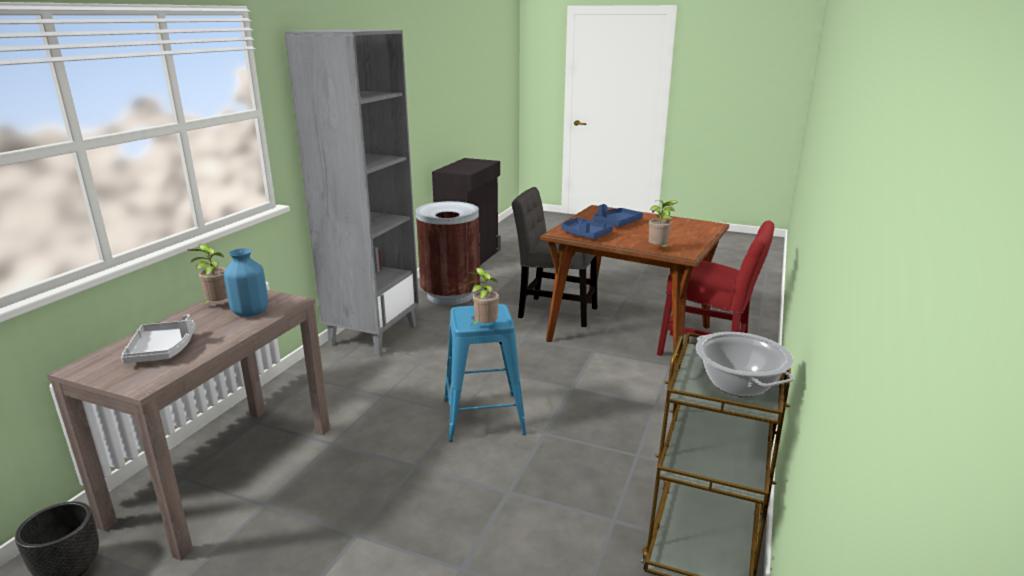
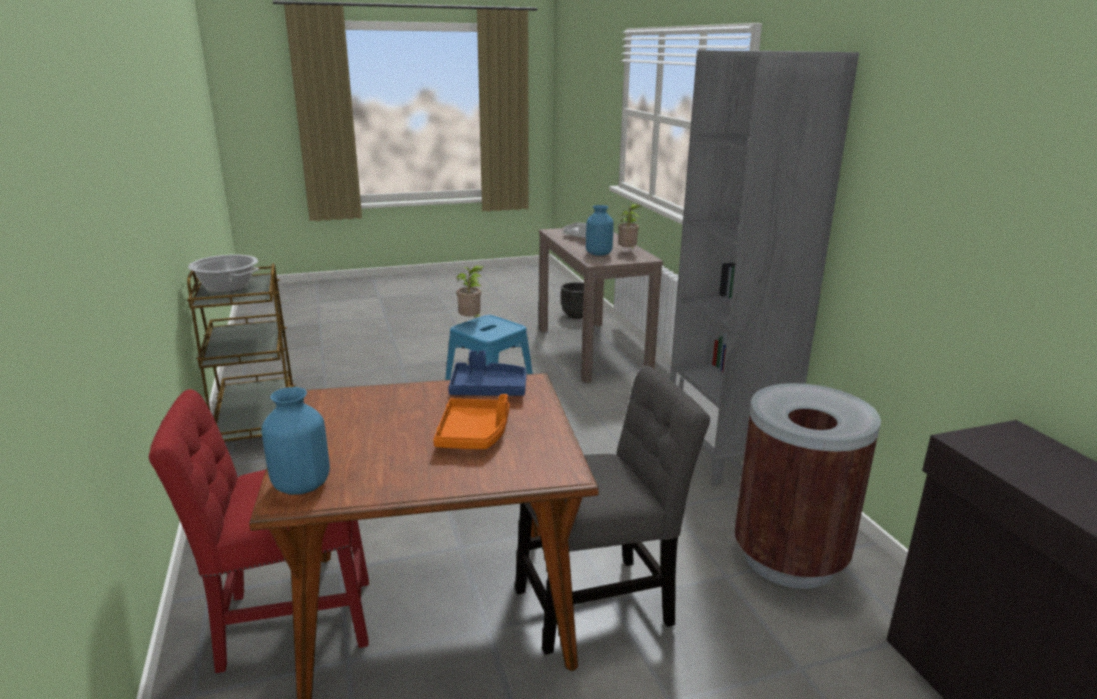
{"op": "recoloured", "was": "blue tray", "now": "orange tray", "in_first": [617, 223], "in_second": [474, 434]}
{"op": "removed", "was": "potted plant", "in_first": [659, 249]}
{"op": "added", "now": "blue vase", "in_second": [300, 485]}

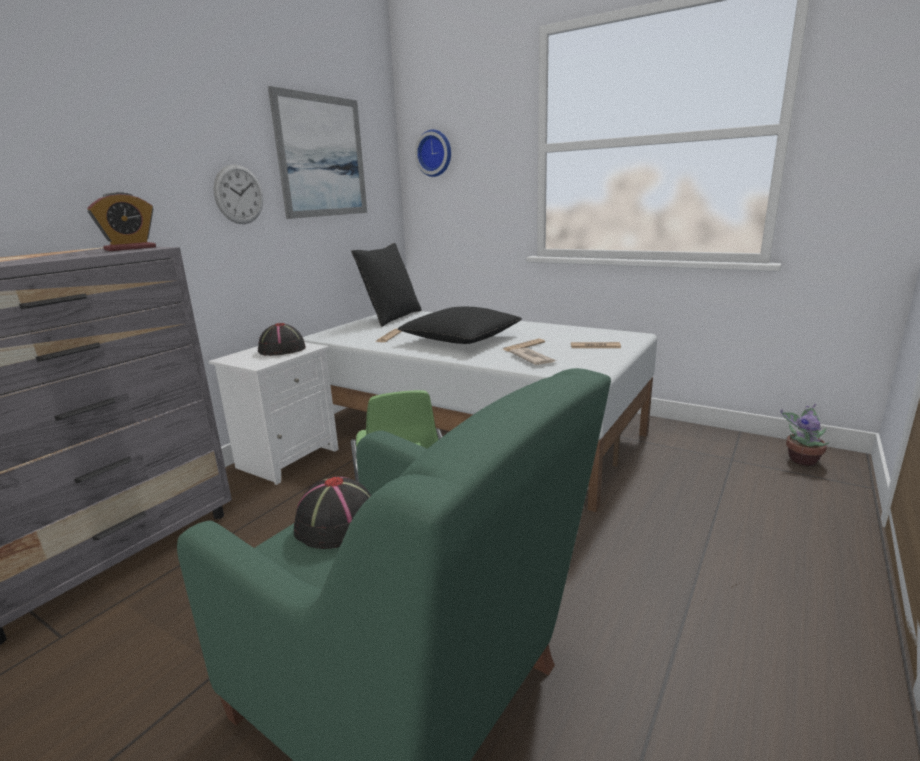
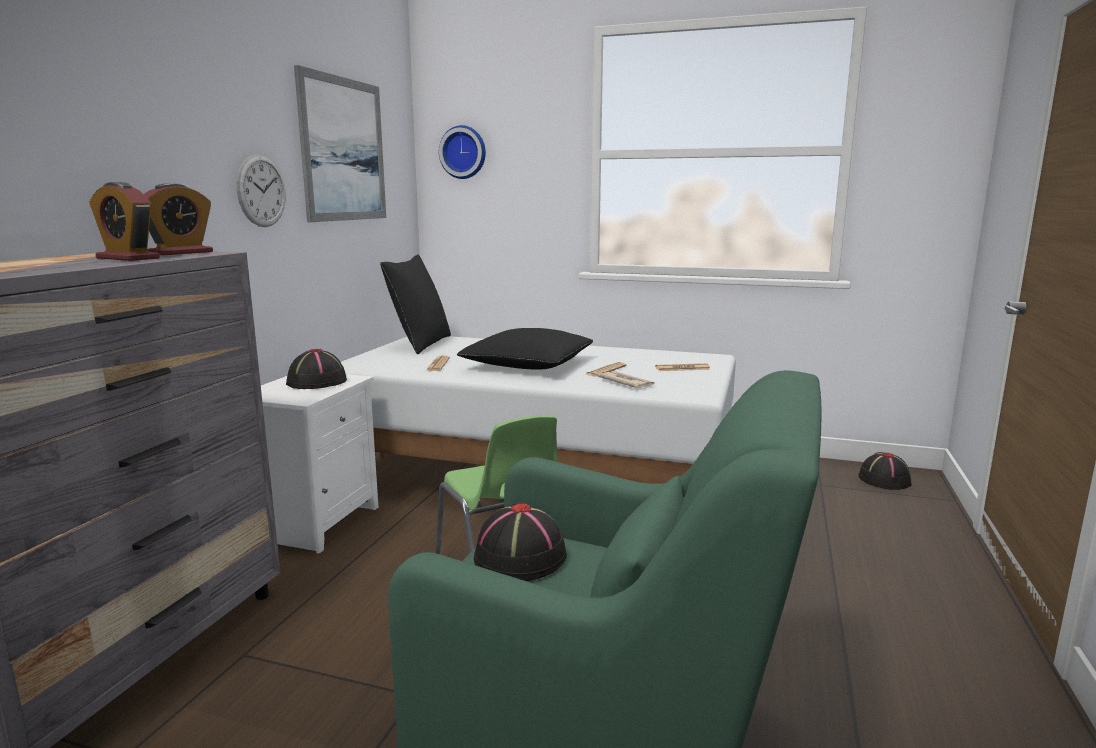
{"op": "replaced", "was": "potted plant", "now": "black hat", "in_first": [801, 459], "in_second": [883, 479]}
{"op": "added", "now": "alarm clock", "in_second": [128, 258]}

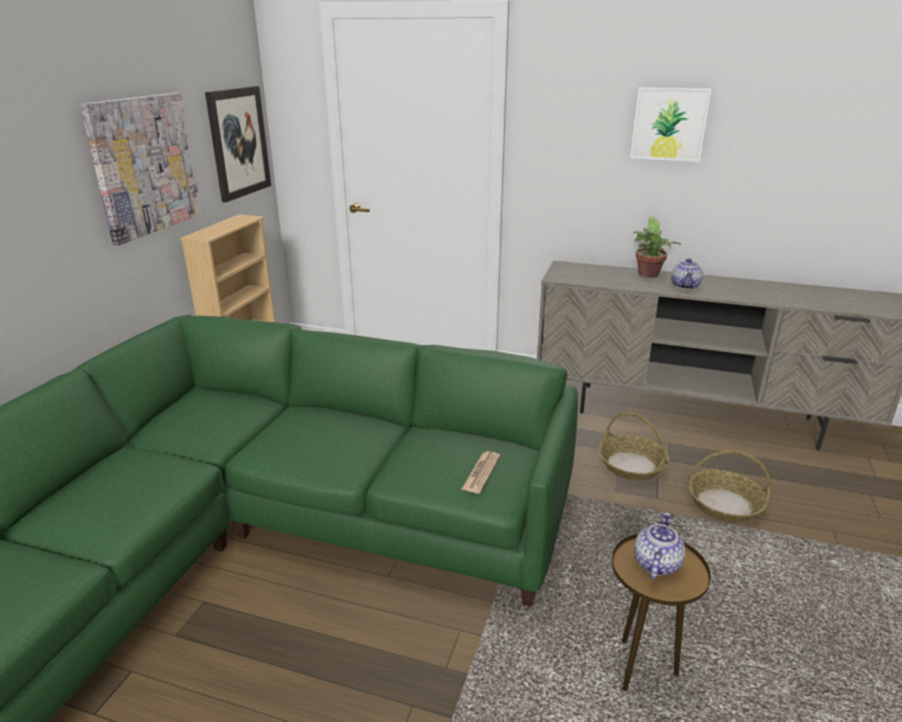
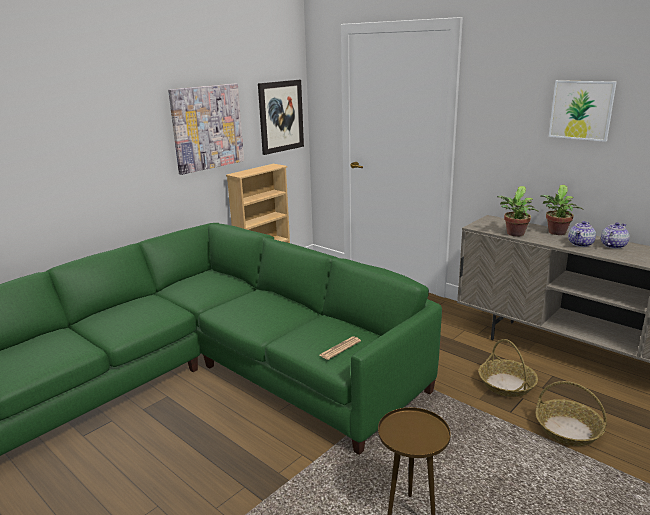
{"op": "moved", "was": "teapot", "in_first": [656, 564], "in_second": [612, 246]}
{"op": "added", "now": "potted plant", "in_second": [514, 234]}

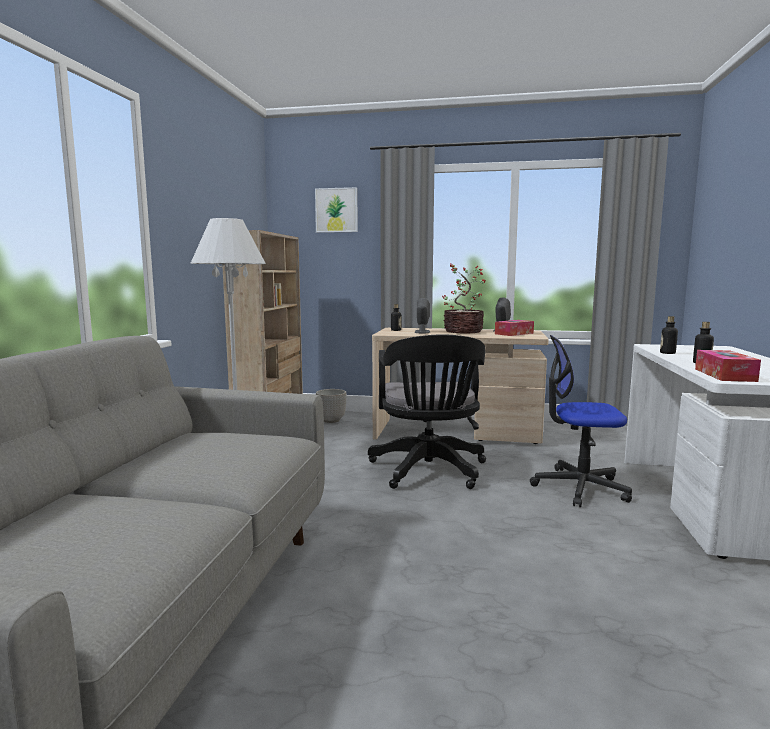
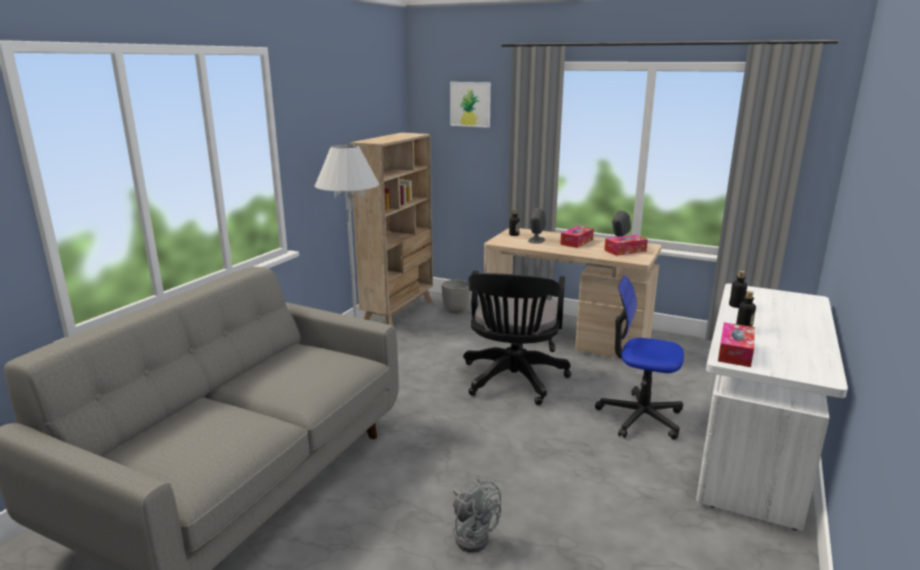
{"op": "replaced", "was": "potted plant", "now": "tissue box", "in_first": [462, 331], "in_second": [576, 242]}
{"op": "added", "now": "grey fan", "in_second": [472, 535]}

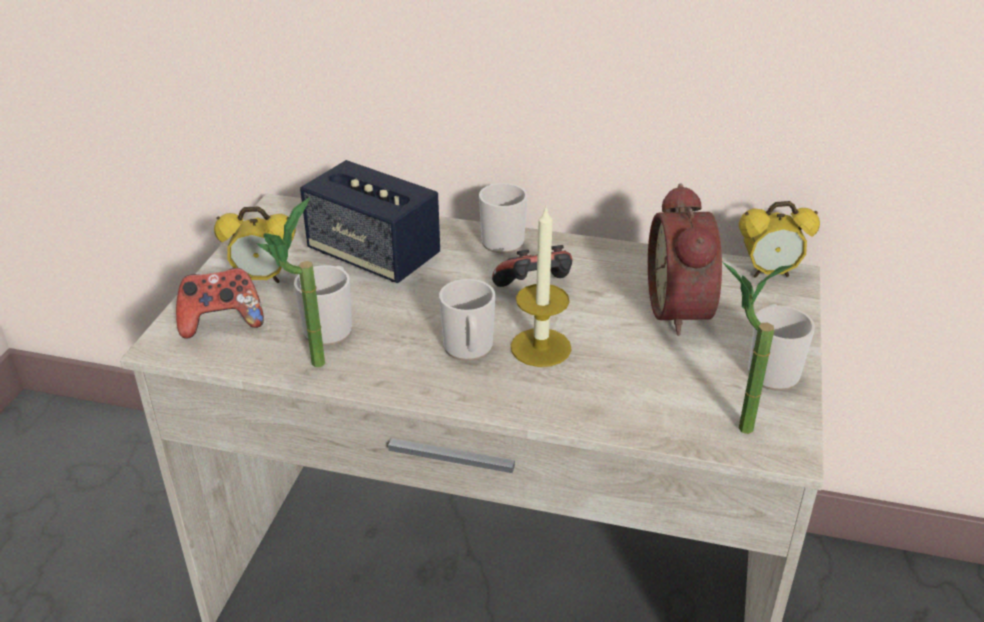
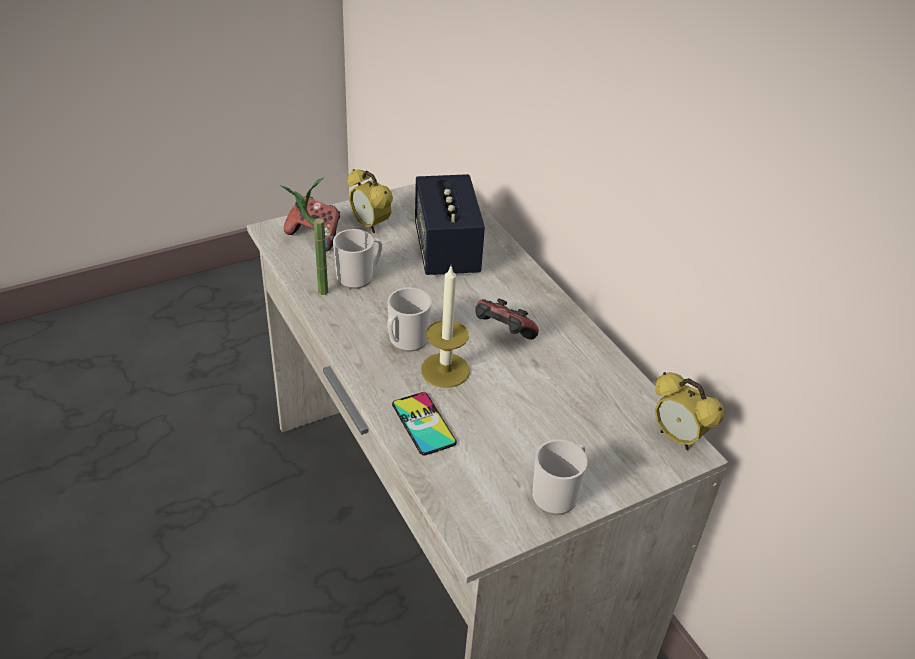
{"op": "removed", "was": "mug", "in_first": [504, 239]}
{"op": "removed", "was": "alarm clock", "in_first": [684, 309]}
{"op": "removed", "was": "potted plant", "in_first": [730, 423]}
{"op": "added", "now": "phone", "in_second": [423, 424]}

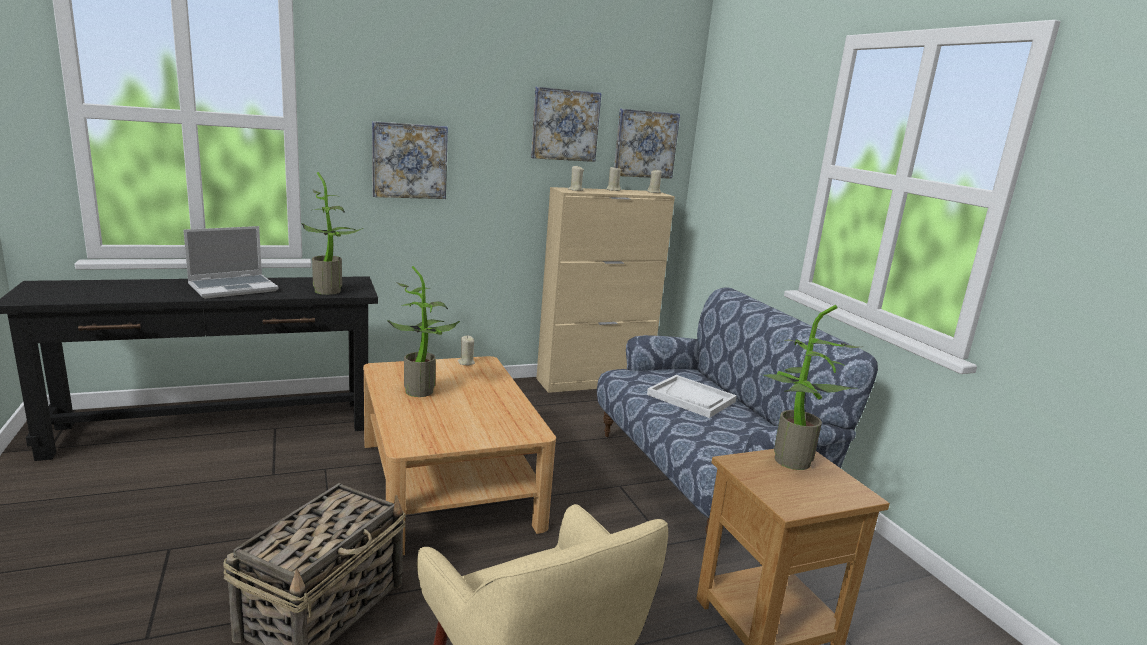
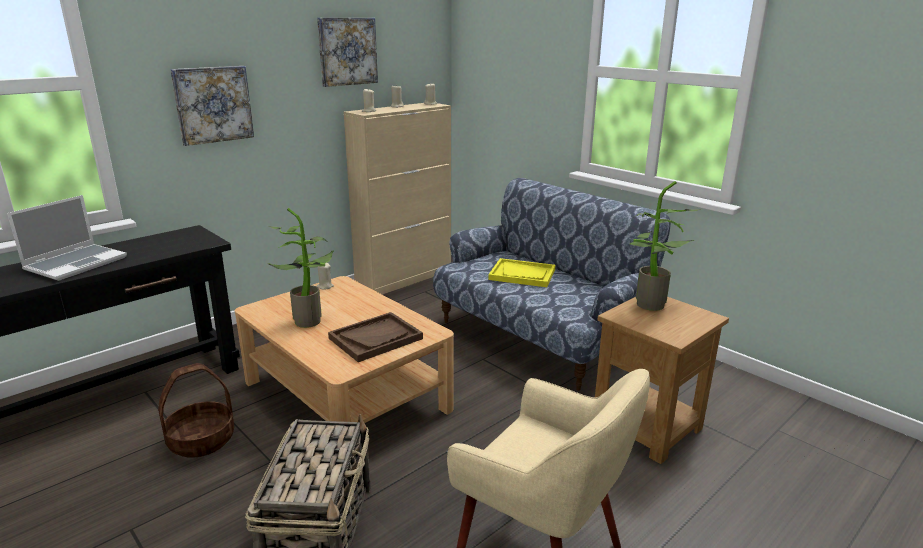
{"op": "removed", "was": "potted plant", "in_first": [332, 290]}
{"op": "removed", "was": "picture", "in_first": [645, 144]}
{"op": "recoloured", "was": "white tray", "now": "yellow tray", "in_first": [691, 398], "in_second": [522, 274]}
{"op": "added", "now": "basket", "in_second": [202, 440]}
{"op": "added", "now": "brown tray", "in_second": [375, 338]}

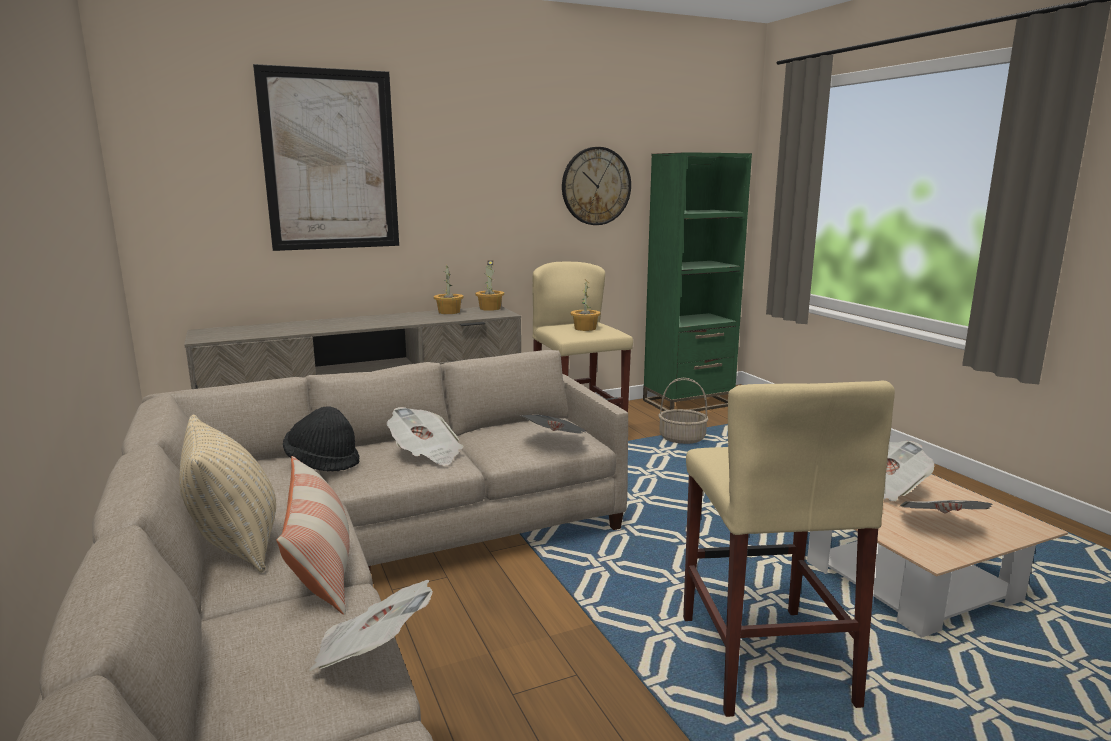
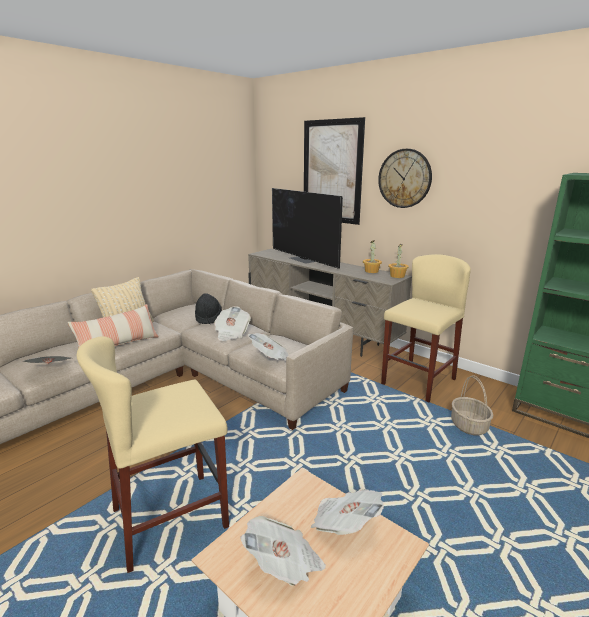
{"op": "moved", "was": "wall clock", "in_first": [596, 186], "in_second": [404, 178]}
{"op": "removed", "was": "potted plant", "in_first": [584, 328]}
{"op": "added", "now": "television", "in_second": [303, 259]}

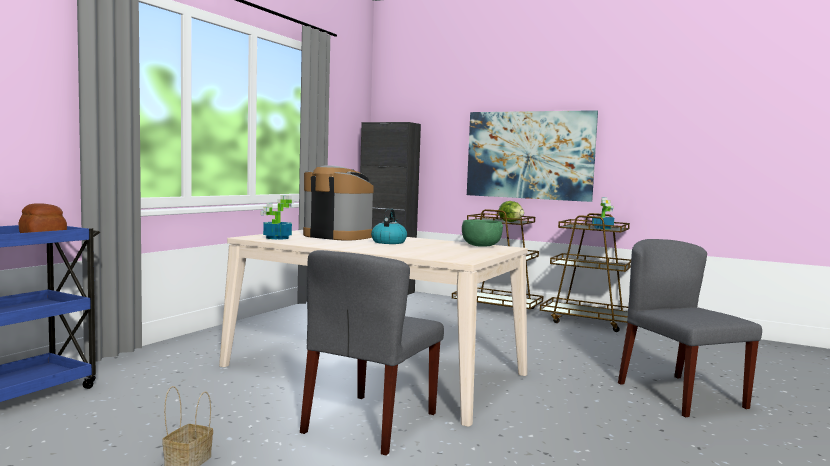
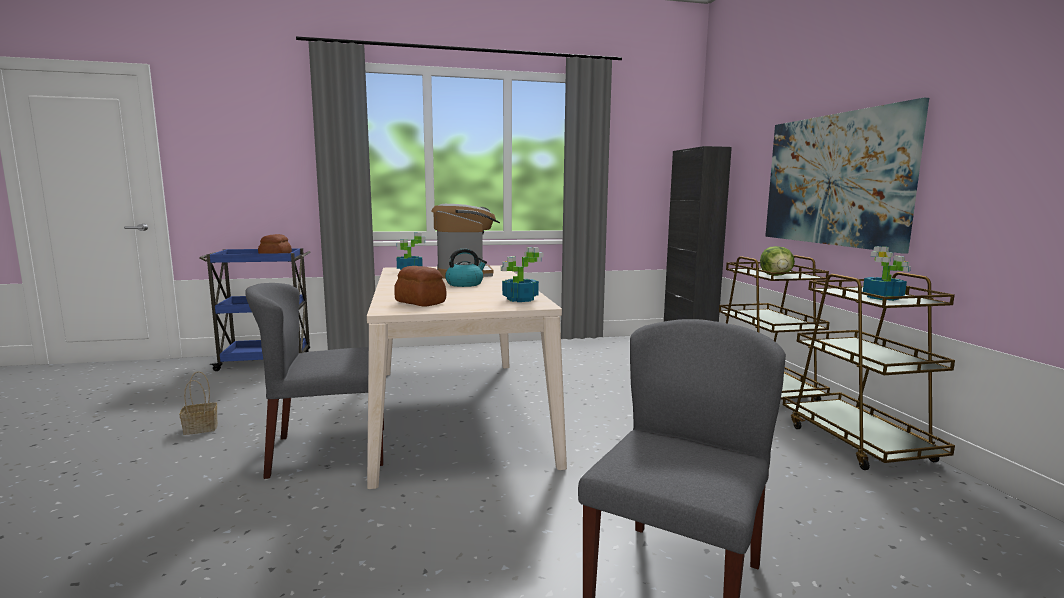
{"op": "replaced", "was": "green bowl", "now": "potted plant", "in_first": [481, 246], "in_second": [519, 299]}
{"op": "added", "now": "bread", "in_second": [420, 302]}

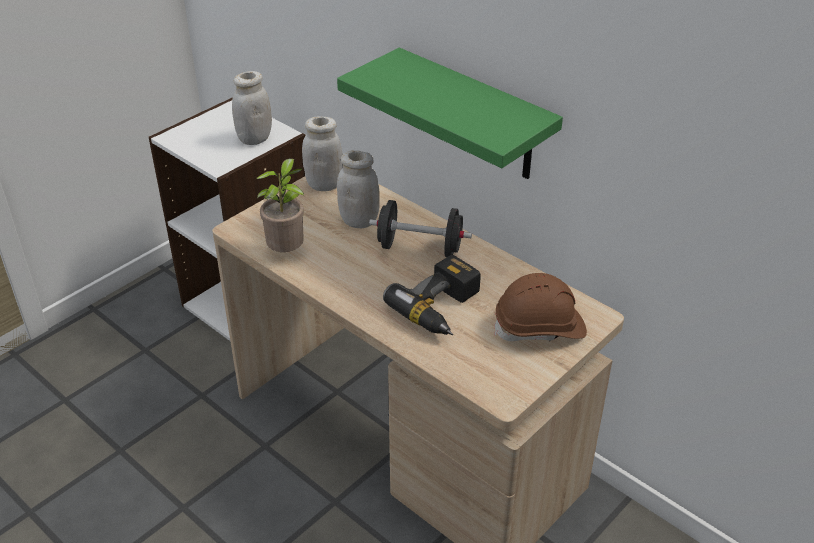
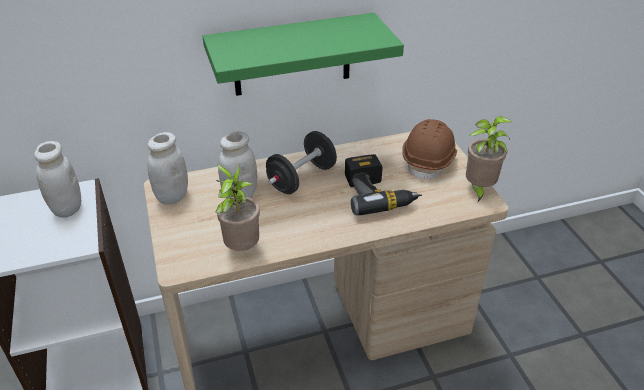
{"op": "added", "now": "potted plant", "in_second": [478, 189]}

